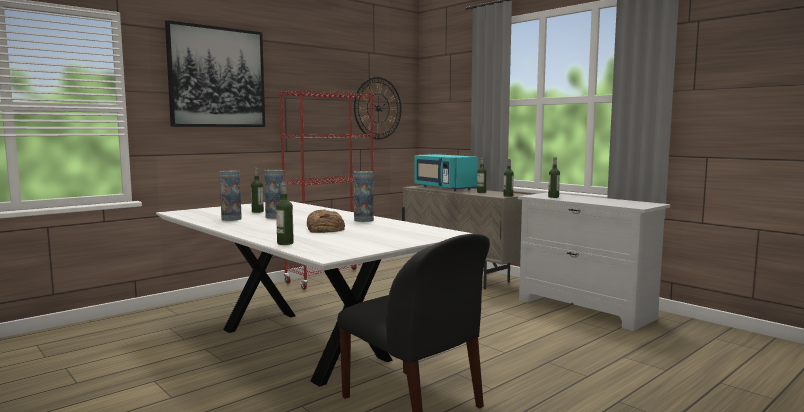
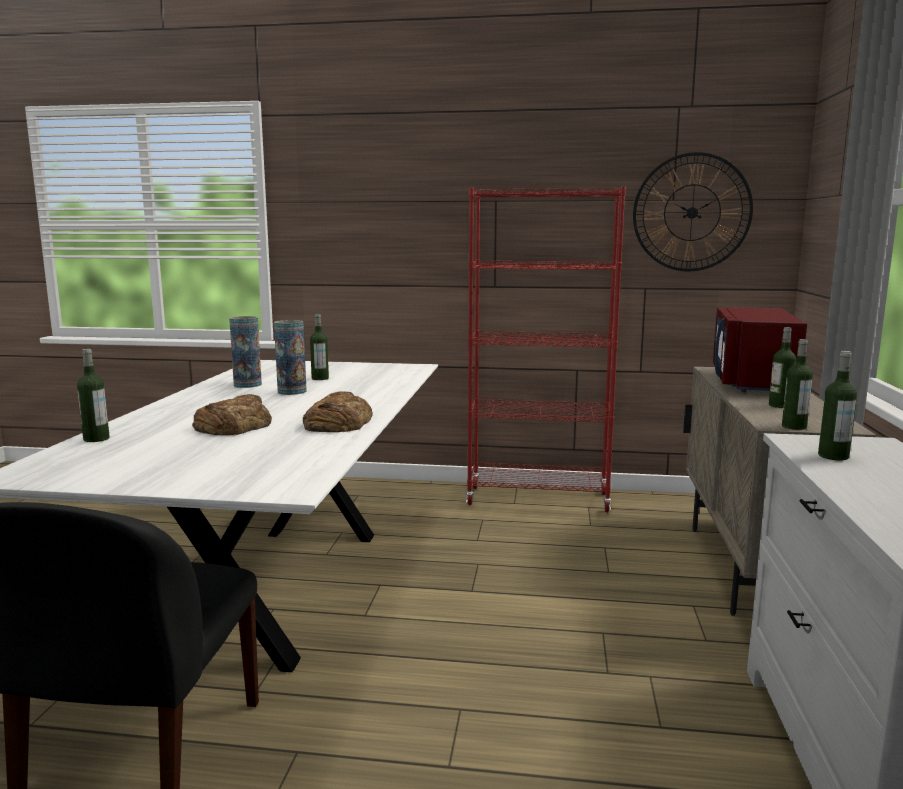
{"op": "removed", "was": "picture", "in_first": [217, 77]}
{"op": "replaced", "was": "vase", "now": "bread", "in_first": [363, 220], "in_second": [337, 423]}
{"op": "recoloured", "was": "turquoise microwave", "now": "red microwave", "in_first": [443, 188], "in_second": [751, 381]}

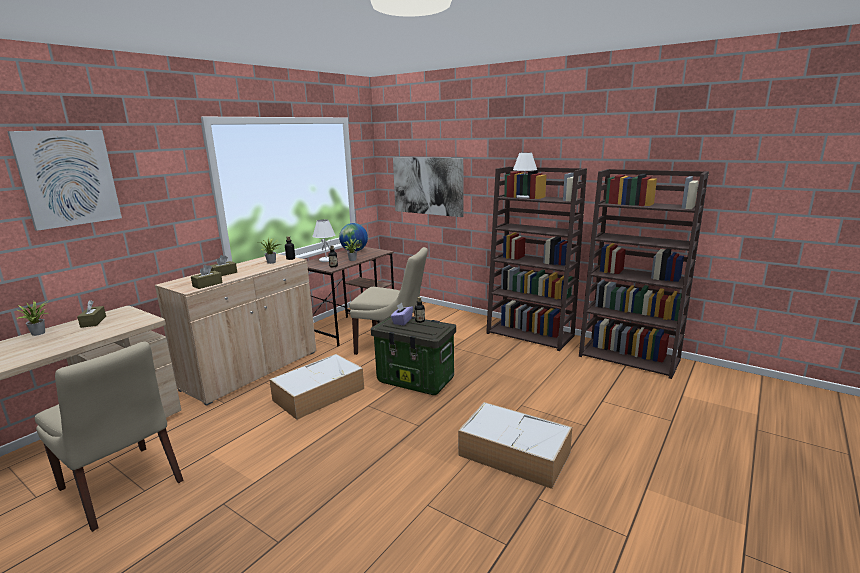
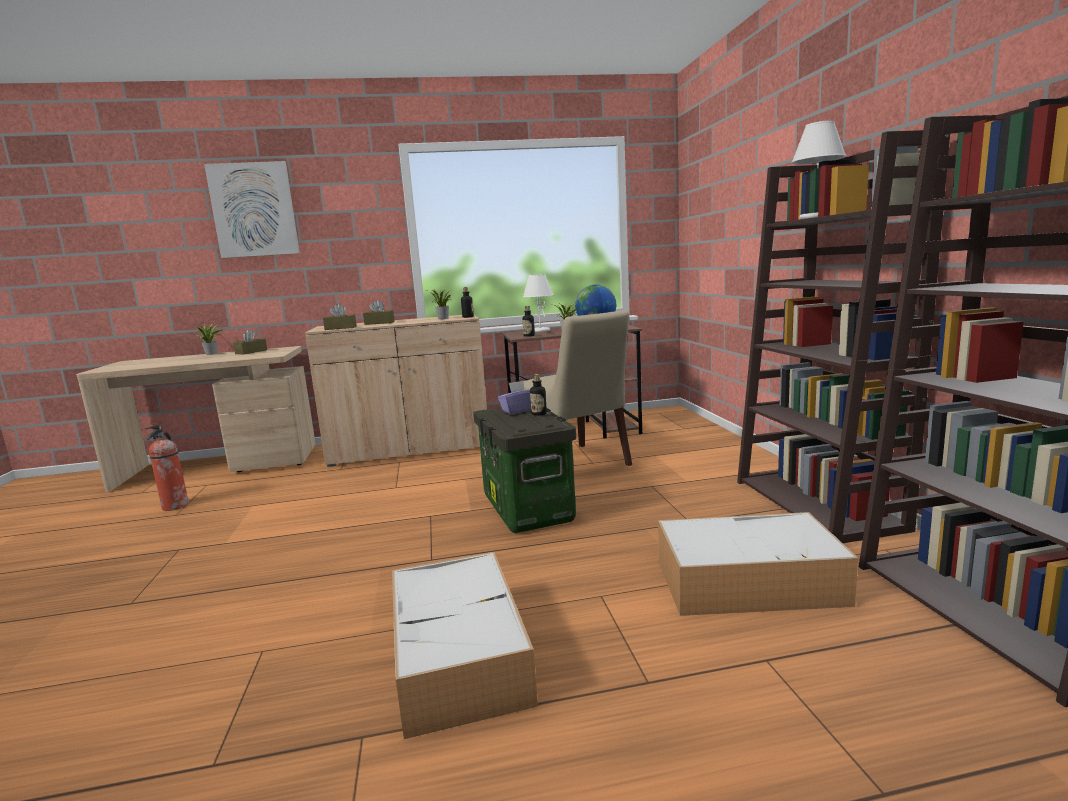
{"op": "replaced", "was": "beige chair", "now": "fire extinguisher", "in_first": [123, 487], "in_second": [174, 506]}
{"op": "moved", "was": "storage box", "in_first": [320, 394], "in_second": [750, 582]}
{"op": "removed", "was": "picture", "in_first": [427, 186]}

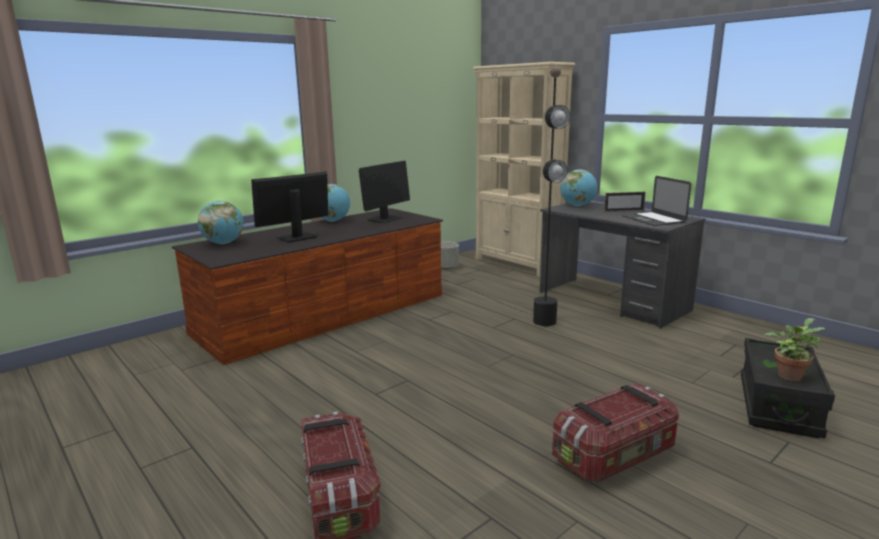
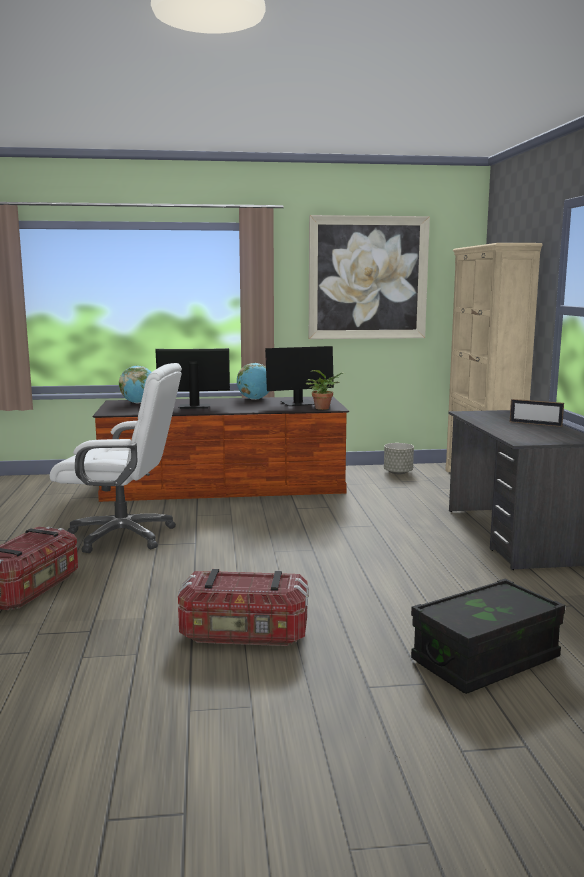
{"op": "removed", "was": "black floor lamp", "in_first": [502, 304]}
{"op": "removed", "was": "globe", "in_first": [577, 205]}
{"op": "removed", "was": "laptop", "in_first": [653, 219]}
{"op": "moved", "was": "potted plant", "in_first": [789, 375], "in_second": [324, 408]}
{"op": "added", "now": "white office chair", "in_second": [123, 535]}
{"op": "added", "now": "picture", "in_second": [367, 278]}

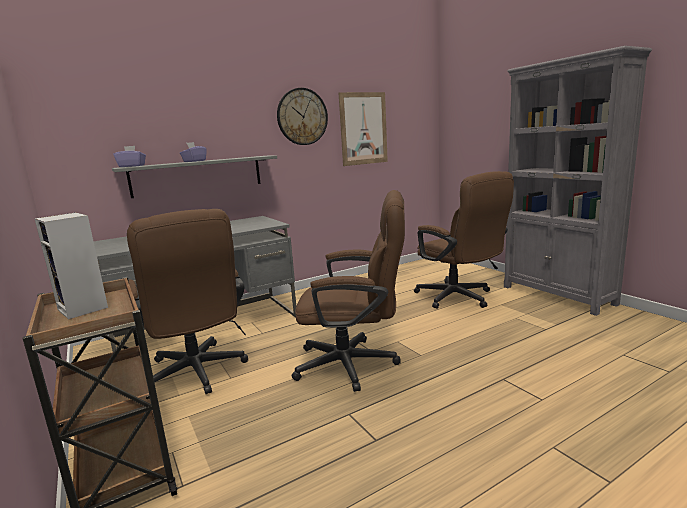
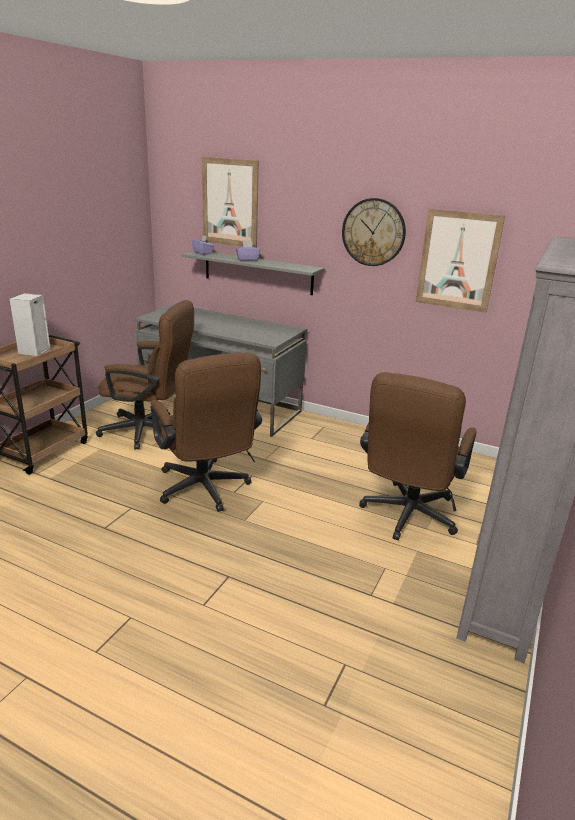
{"op": "turned", "was": "brown office chair", "in_first": [197, 374], "in_second": [149, 431], "clockwise": -105}
{"op": "added", "now": "picture", "in_second": [230, 202]}

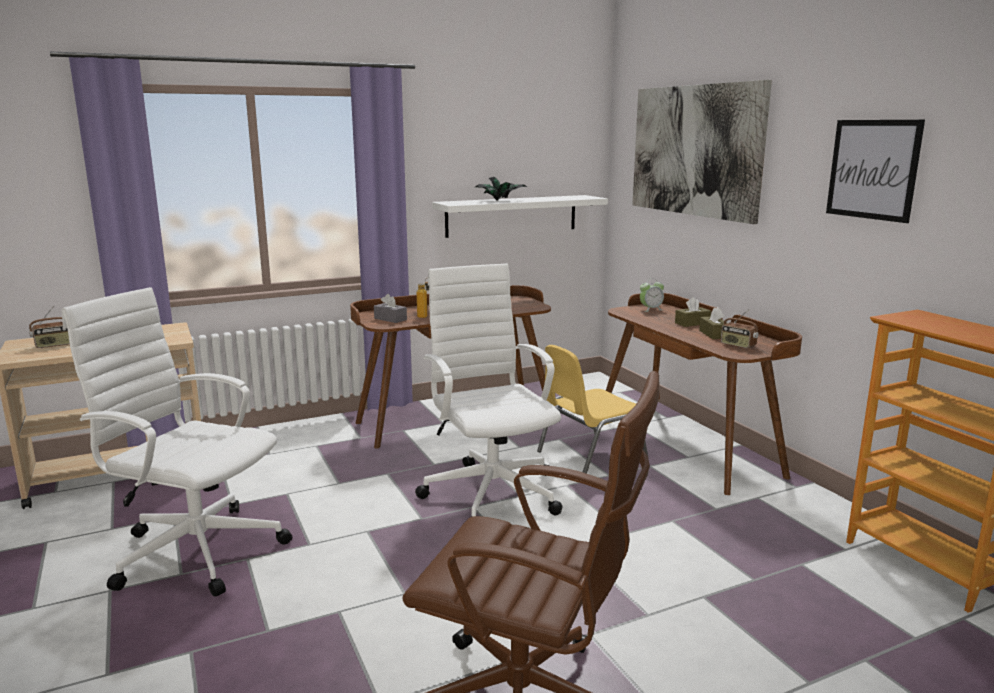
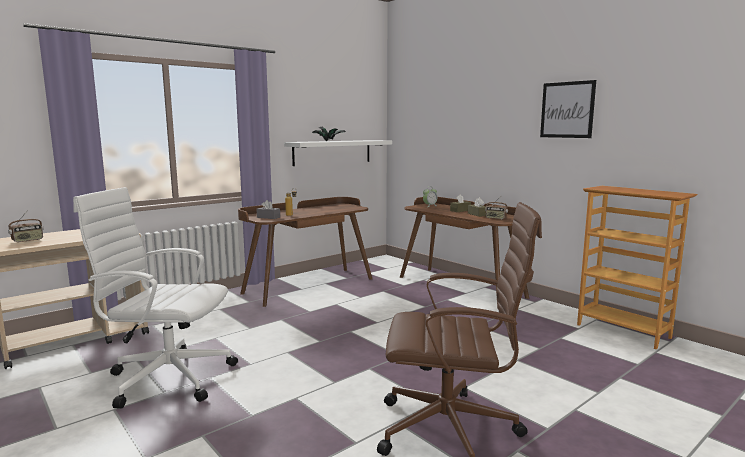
{"op": "removed", "was": "white office chair", "in_first": [491, 492]}
{"op": "removed", "was": "yellow chair", "in_first": [589, 455]}
{"op": "removed", "was": "picture", "in_first": [695, 150]}

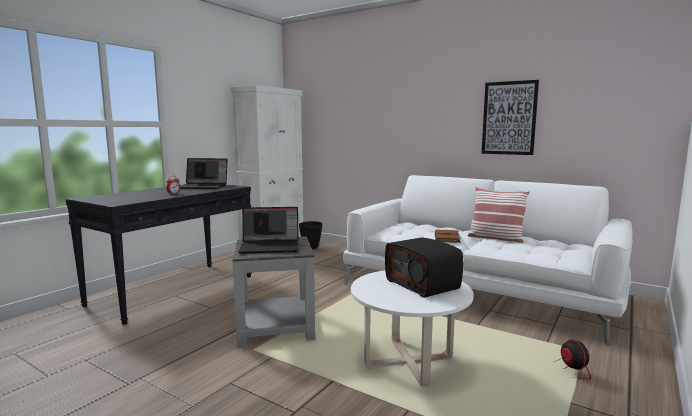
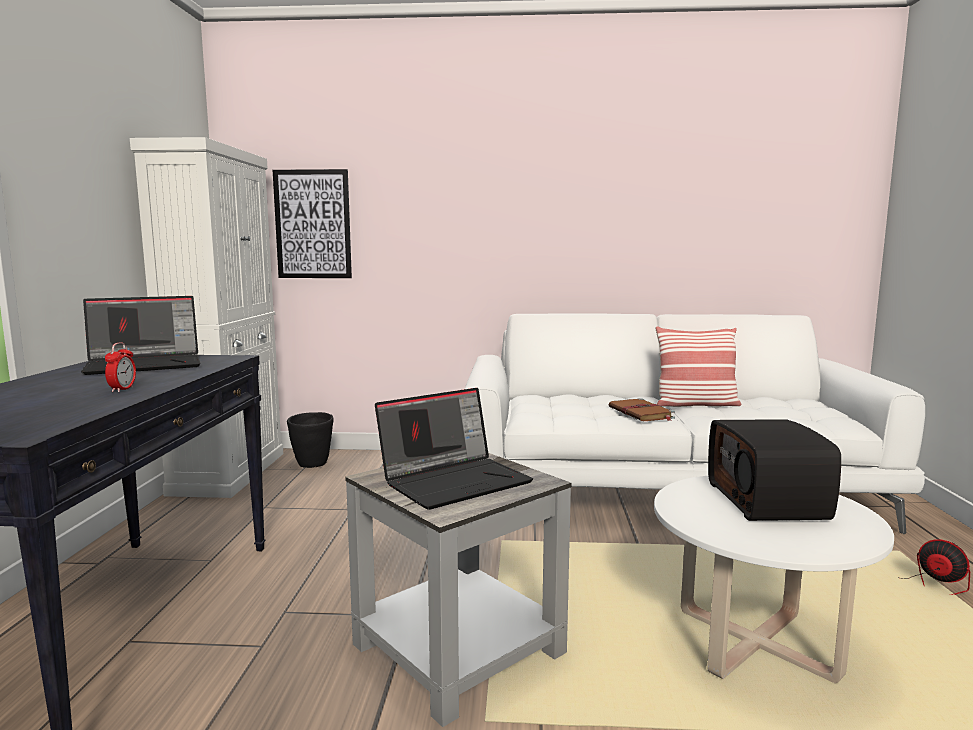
{"op": "turned", "was": "radio", "in_first": [423, 284], "in_second": [769, 501], "clockwise": 60}
{"op": "moved", "was": "picture", "in_first": [509, 118], "in_second": [313, 224]}

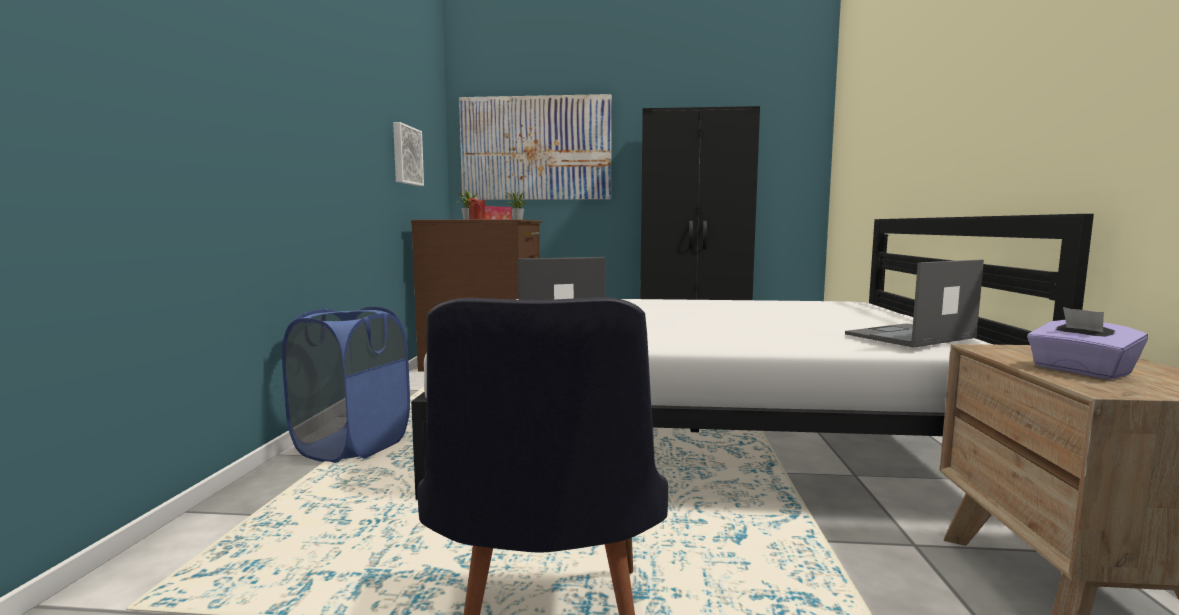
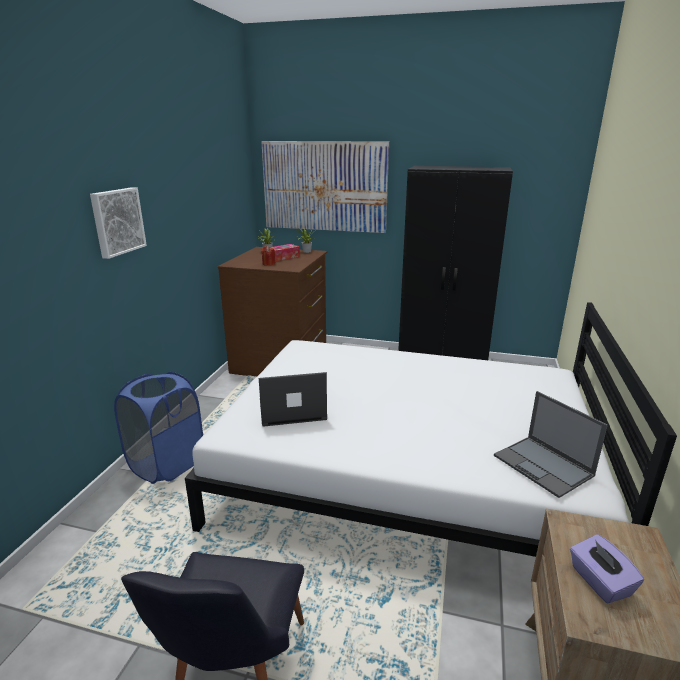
{"op": "moved", "was": "picture", "in_first": [406, 155], "in_second": [117, 221]}
{"op": "turned", "was": "laptop", "in_first": [909, 336], "in_second": [544, 466], "clockwise": -105}

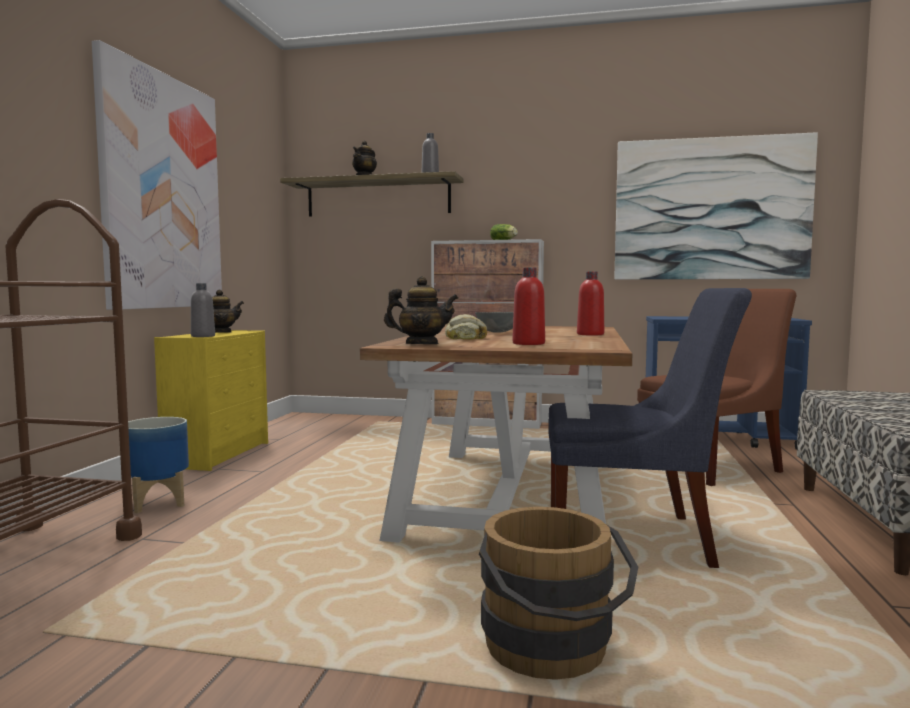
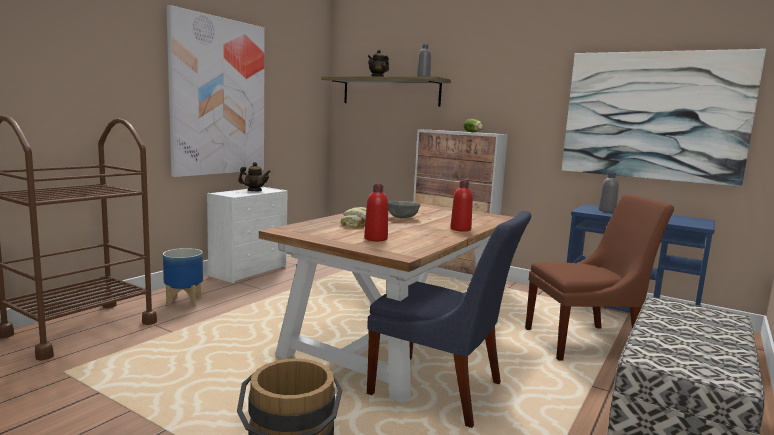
{"op": "recoloured", "was": "yellow dresser", "now": "white dresser", "in_first": [219, 454], "in_second": [249, 271]}
{"op": "moved", "was": "grey bottle", "in_first": [203, 336], "in_second": [607, 211]}
{"op": "removed", "was": "teapot", "in_first": [421, 344]}

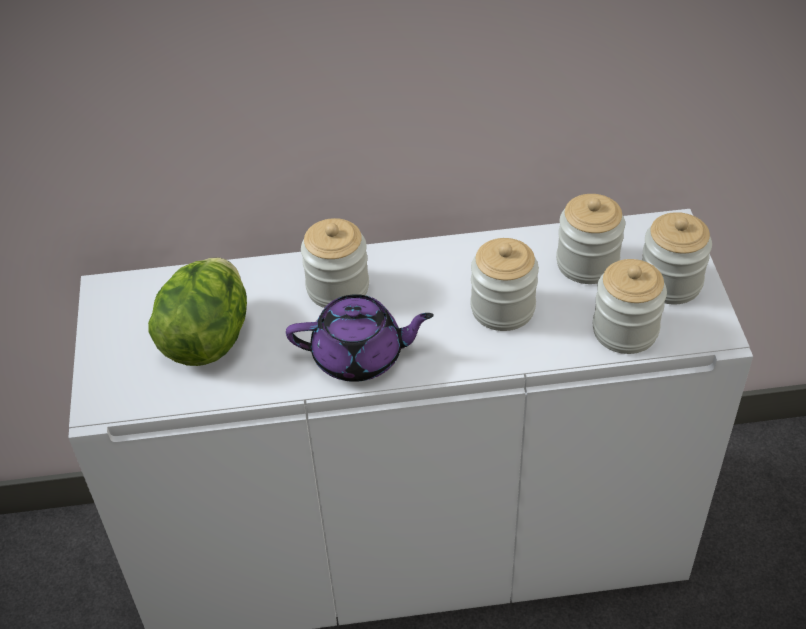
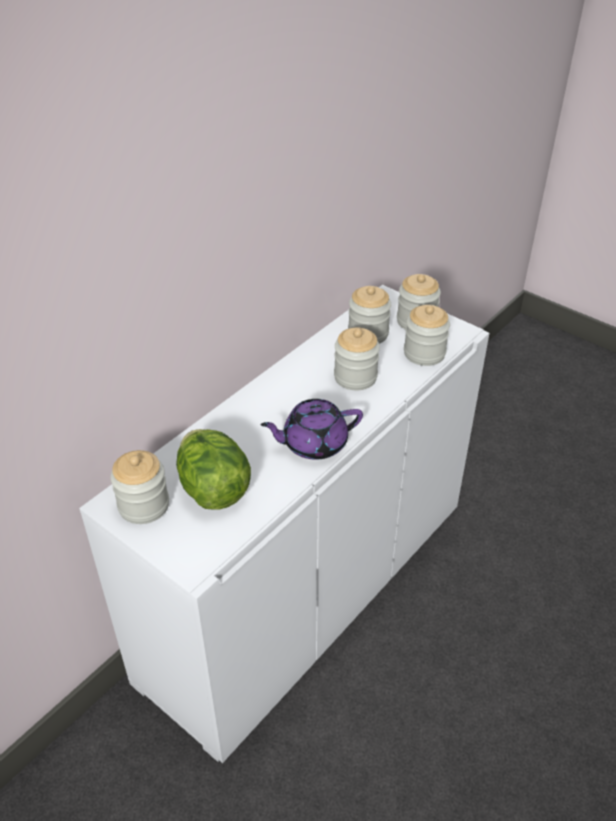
{"op": "turned", "was": "purple teapot", "in_first": [360, 356], "in_second": [313, 443], "clockwise": -150}
{"op": "moved", "was": "jar", "in_first": [337, 288], "in_second": [144, 505]}

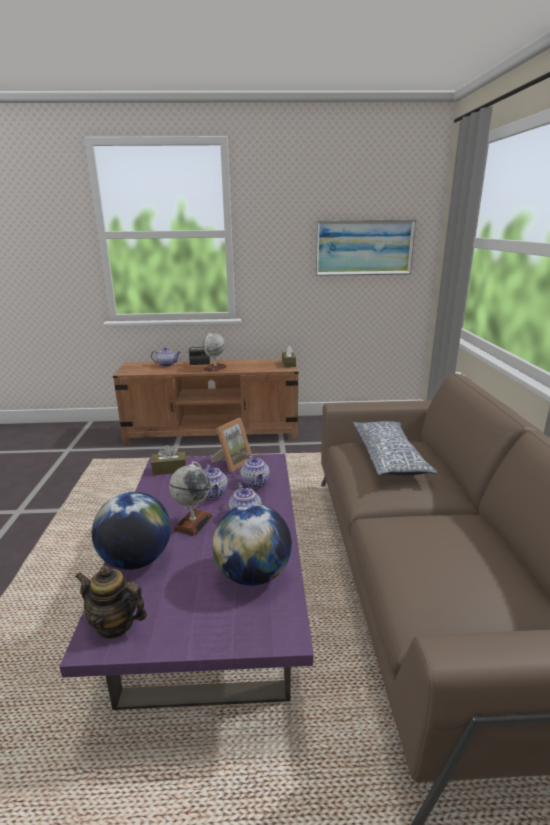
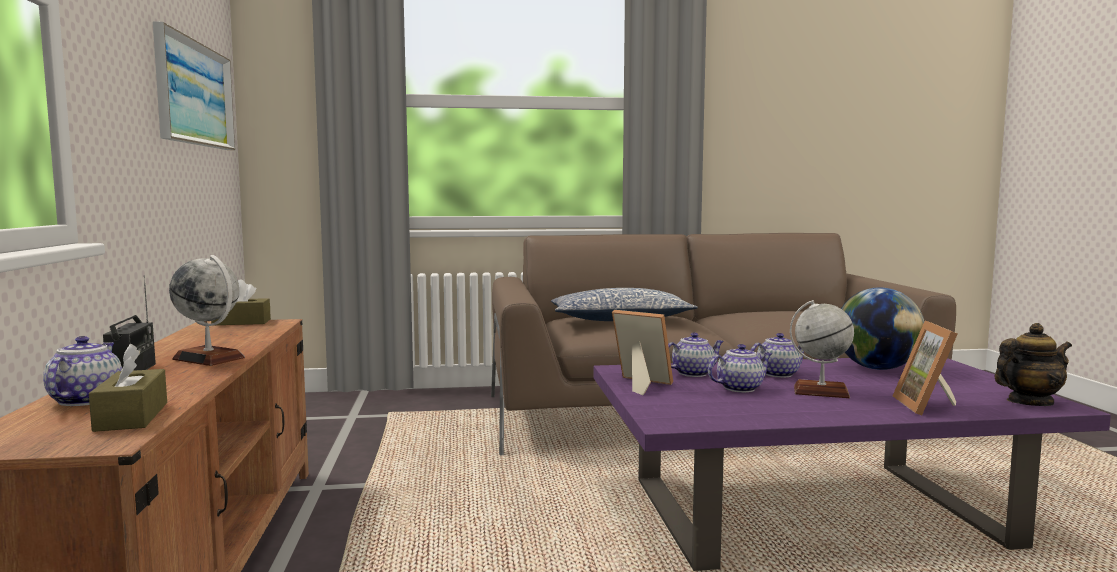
{"op": "turned", "was": "teapot", "in_first": [115, 625], "in_second": [1029, 402], "clockwise": -120}
{"op": "replaced", "was": "globe", "now": "picture frame", "in_first": [136, 560], "in_second": [929, 406]}
{"op": "moved", "was": "brown tissue box", "in_first": [169, 469], "in_second": [131, 416]}

